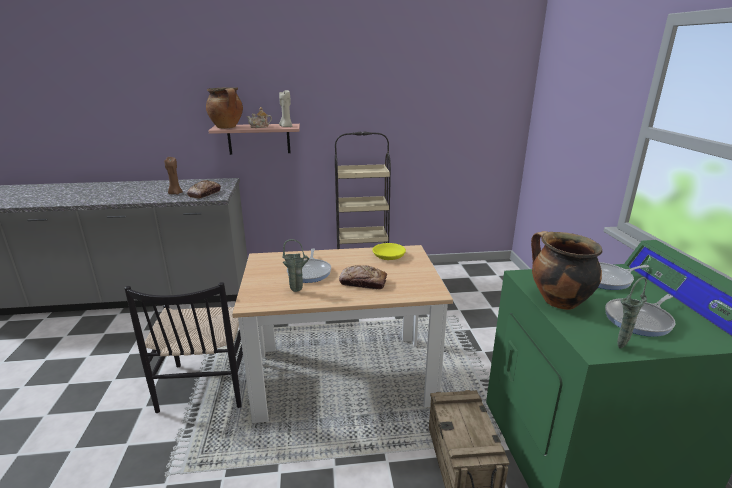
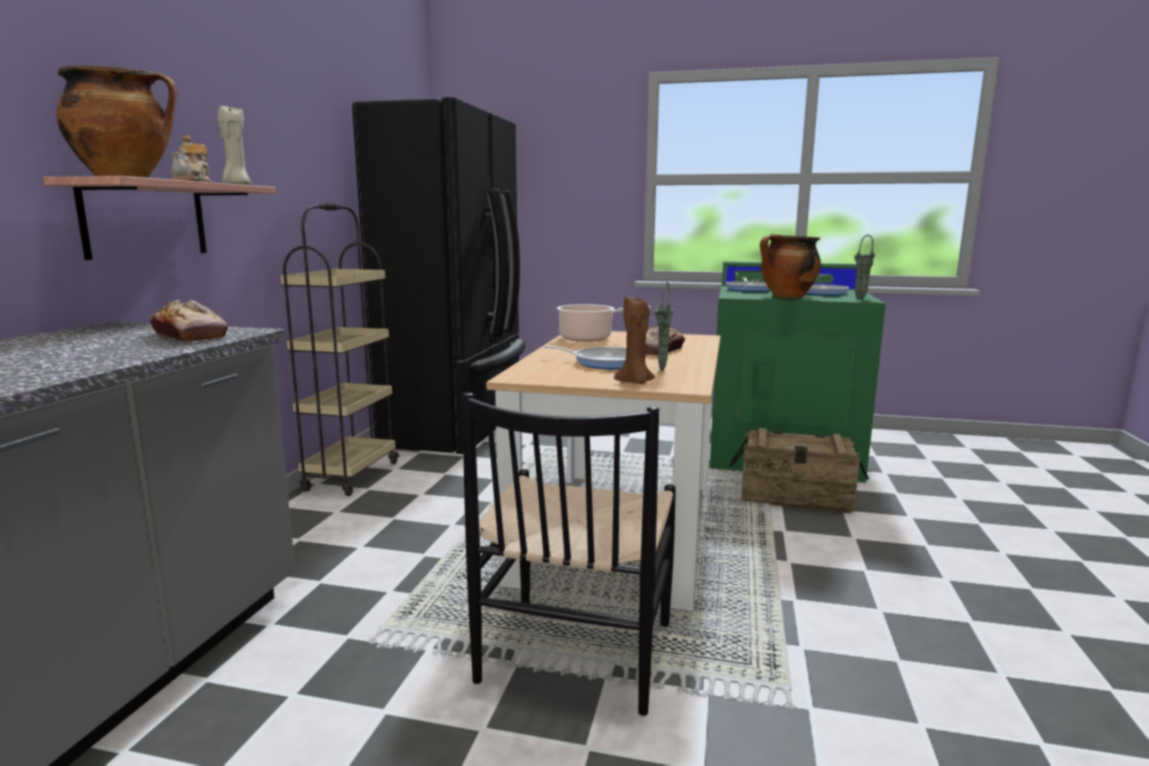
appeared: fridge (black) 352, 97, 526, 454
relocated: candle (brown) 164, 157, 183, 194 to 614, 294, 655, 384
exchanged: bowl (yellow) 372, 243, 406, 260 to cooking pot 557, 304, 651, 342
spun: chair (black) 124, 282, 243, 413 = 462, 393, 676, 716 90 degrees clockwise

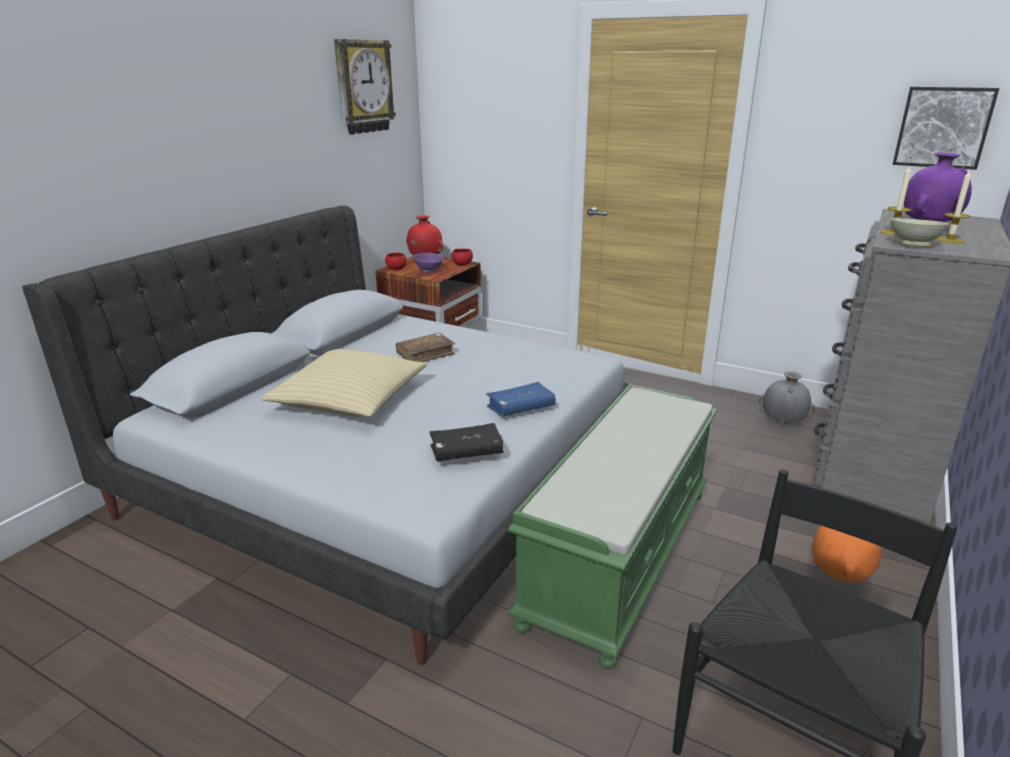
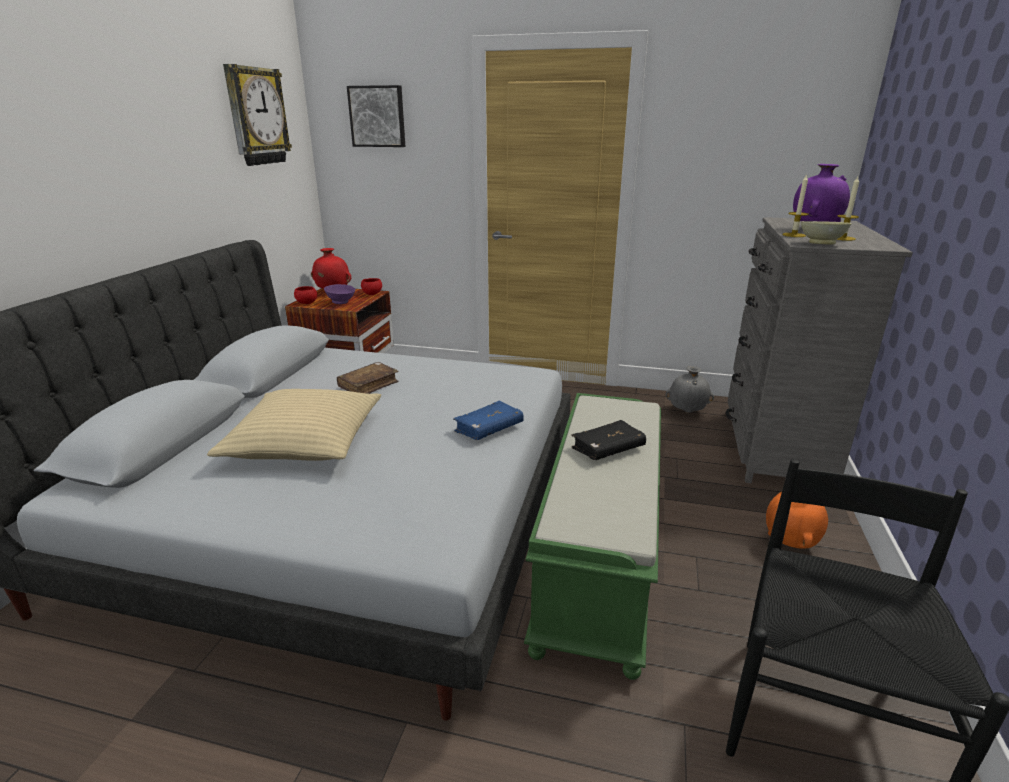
relocated: picture 892, 87, 999, 170 to 347, 85, 405, 147; book (black) 429, 423, 504, 461 to 571, 420, 646, 460

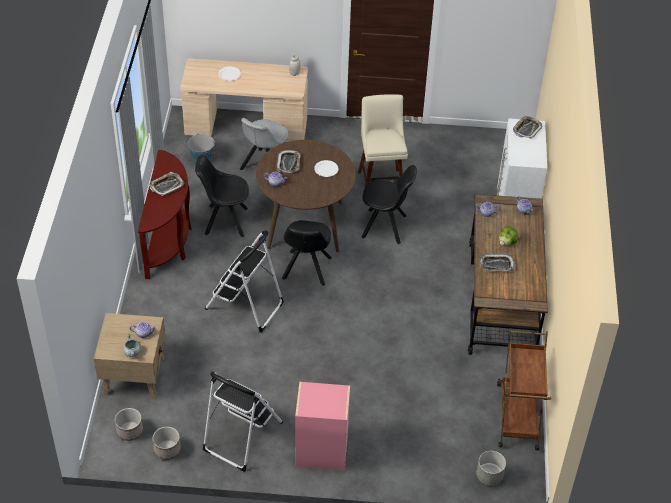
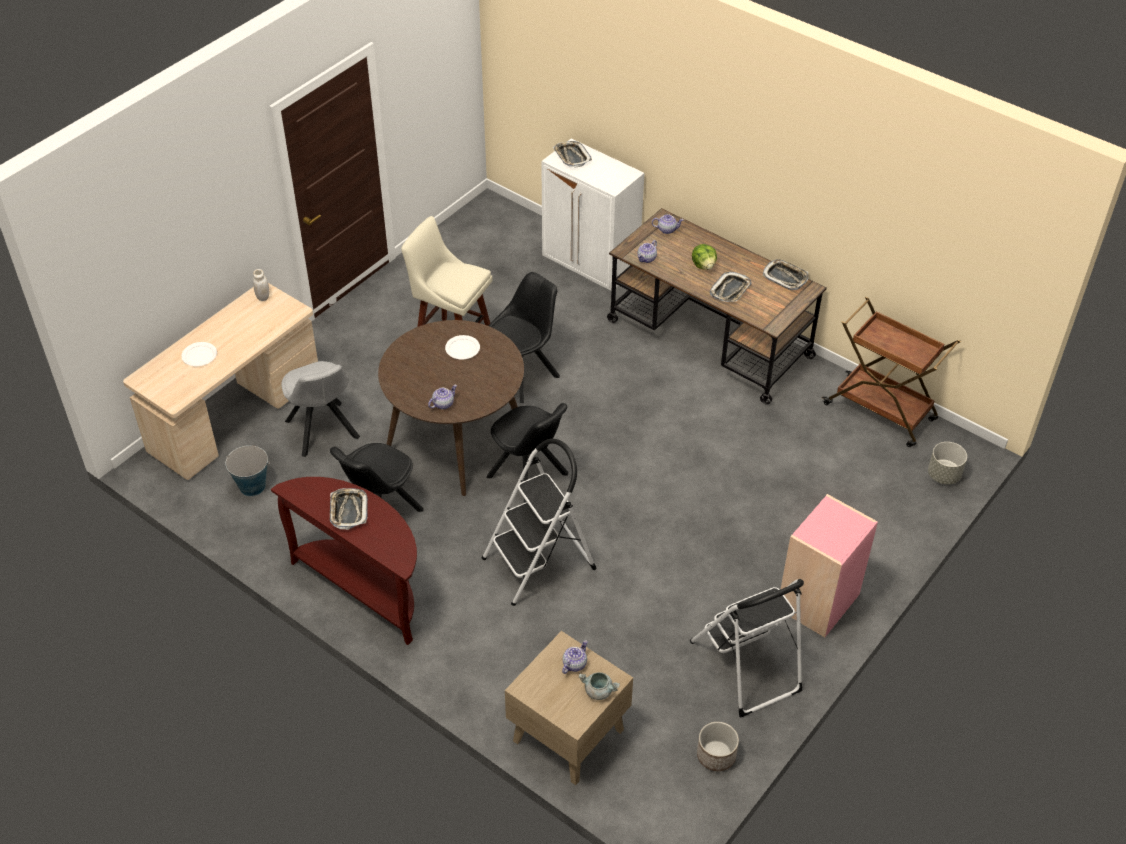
missing: planter 115, 408, 143, 441
relocated: tray 276, 150, 301, 173 to 763, 260, 808, 290

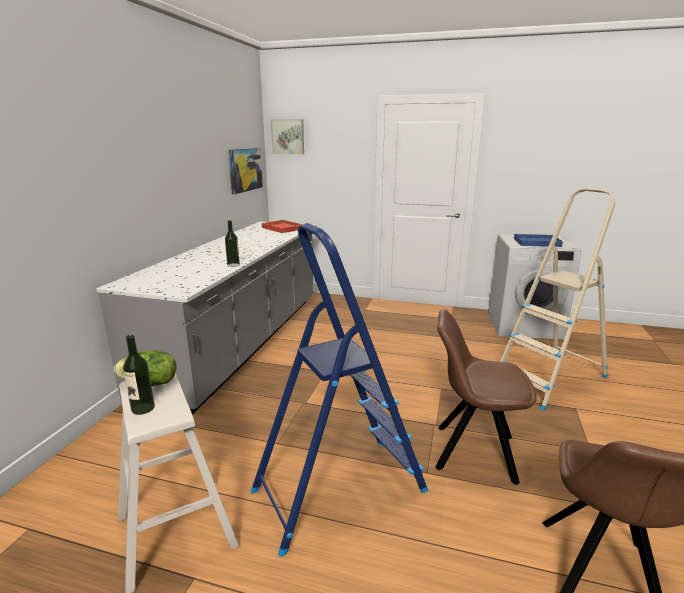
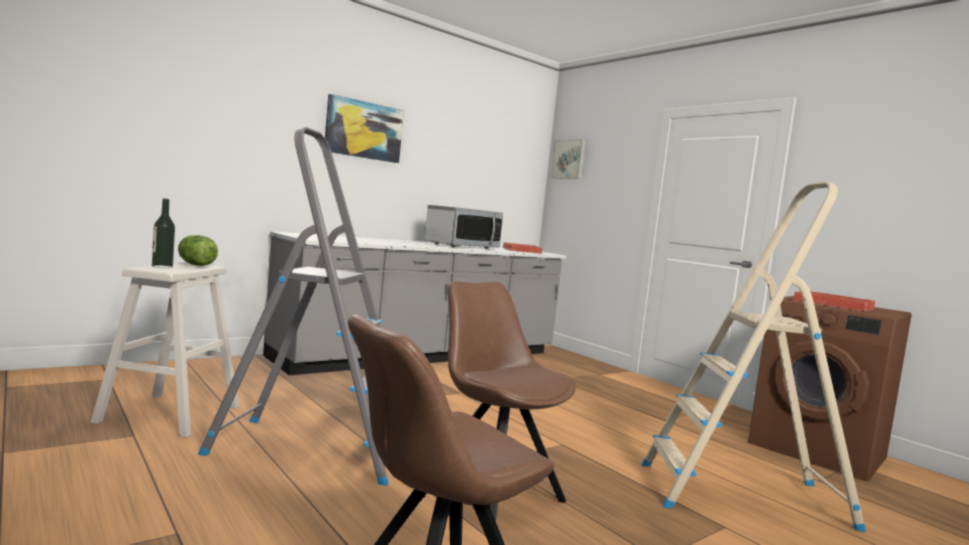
missing: bottle 225, 220, 240, 267
appeared: microwave 425, 205, 503, 249
relocated: picture 228, 148, 263, 195 to 325, 94, 404, 163
colour: step ladder (blue) 251, 223, 428, 557 to step ladder (grey) 198, 127, 389, 486; washing machine (white) 488, 234, 581, 340 to washing machine (brown) 748, 296, 912, 482; tray (blue) 514, 234, 563, 247 to tray (red) 793, 291, 875, 312

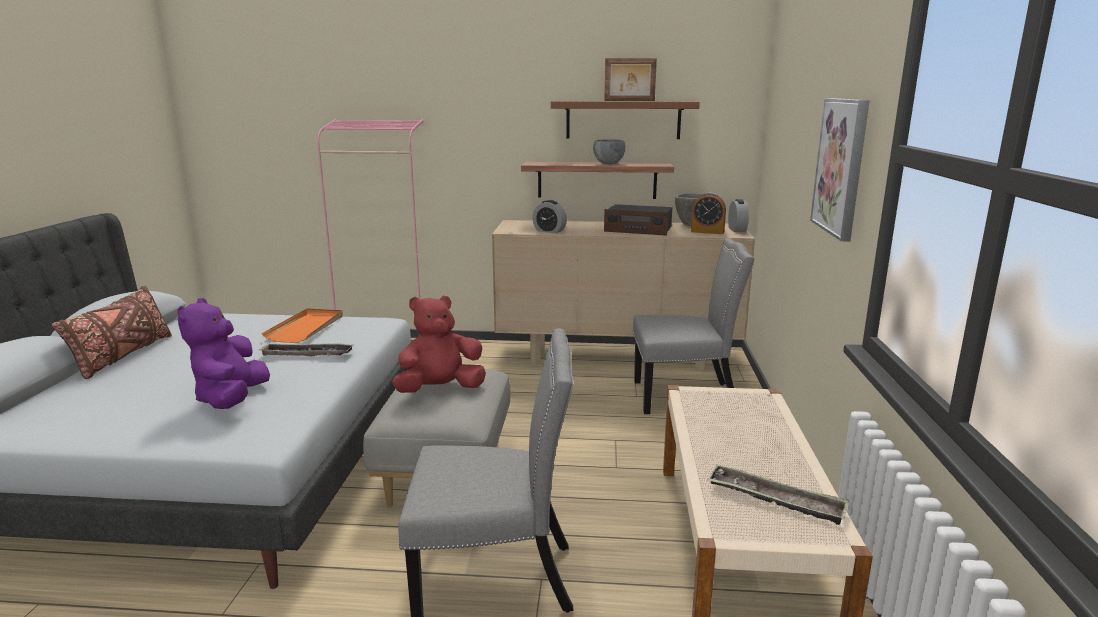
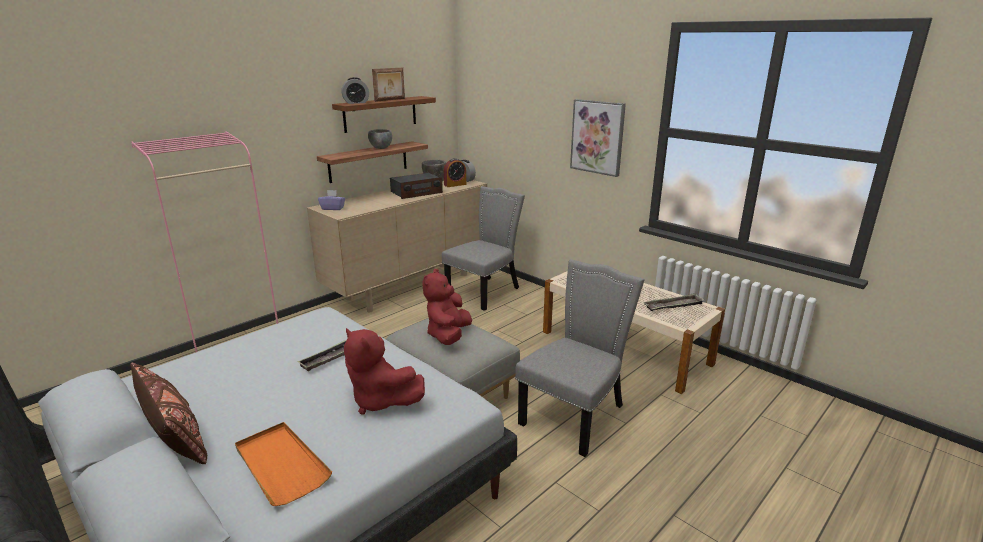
appeared: tissue box (purple) 318, 190, 345, 210
relocated: alarm clock 532, 200, 567, 233 to 341, 77, 369, 104; tray (orange) 262, 308, 343, 343 to 235, 422, 332, 506
colour: plush toy (purple) 177, 298, 270, 409 to plush toy (red) 344, 328, 425, 415

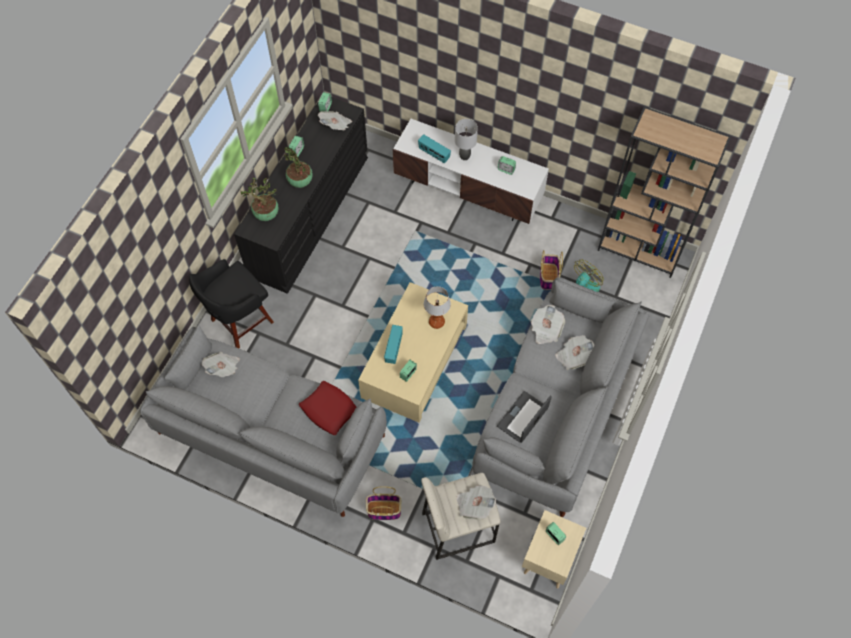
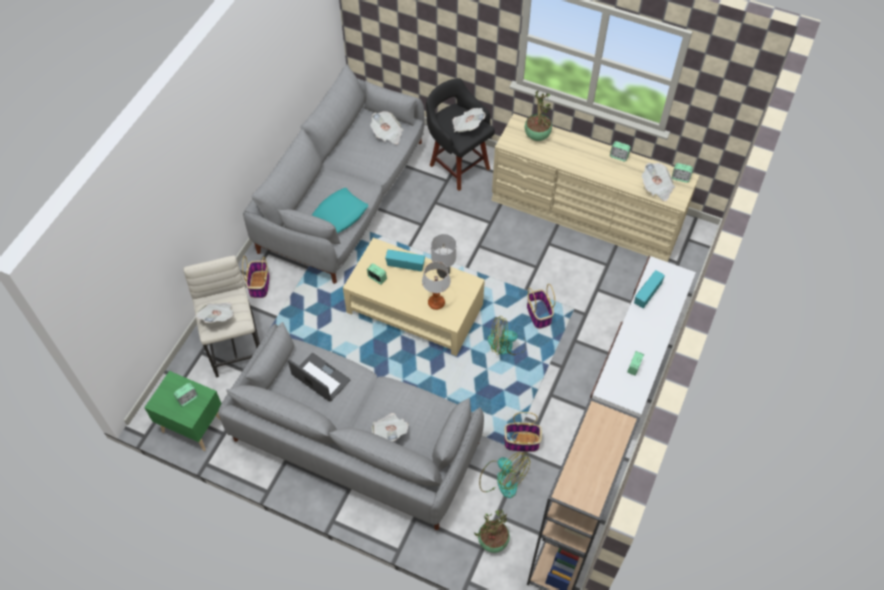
appeared: basket 527, 284, 555, 329; fan 488, 316, 526, 355
relocated: table lamp (grey) 455, 119, 478, 160 to 431, 234, 456, 278; potted plant 284, 147, 313, 188 to 474, 509, 510, 553; newspaper 531, 305, 565, 344 to 453, 108, 485, 132
colour: dresser (black) 234, 97, 368, 294 to dresser (beige) 491, 113, 700, 262; pillow (red) 299, 381, 356, 435 to pillow (turquoise) 312, 188, 369, 233; nightstand (beige) 522, 510, 586, 589 to nightstand (green) 144, 371, 222, 451

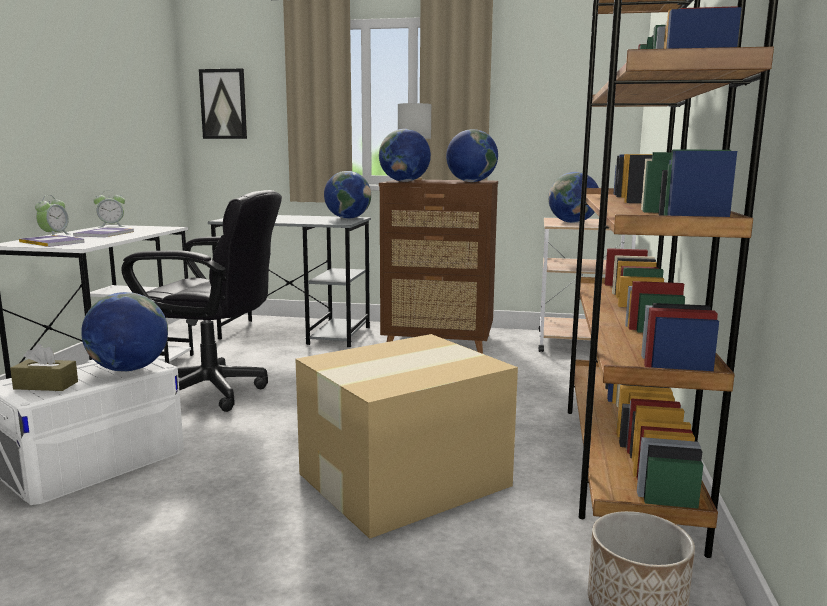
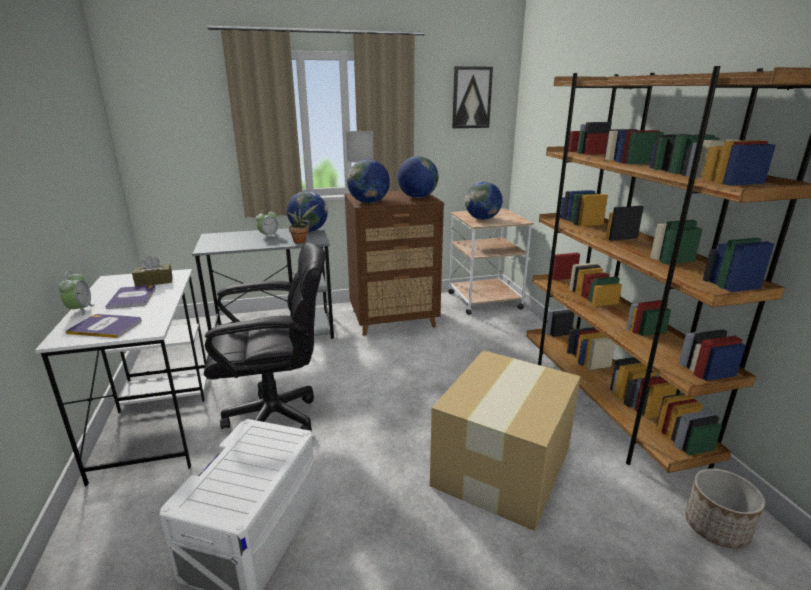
missing: globe 81, 292, 168, 372
appeared: potted plant 287, 204, 318, 243
relocated: picture 199, 69, 247, 139 to 452, 66, 493, 128; alarm clock 93, 190, 125, 227 to 256, 210, 280, 239; tissue box (brown) 10, 344, 78, 391 to 132, 256, 173, 286

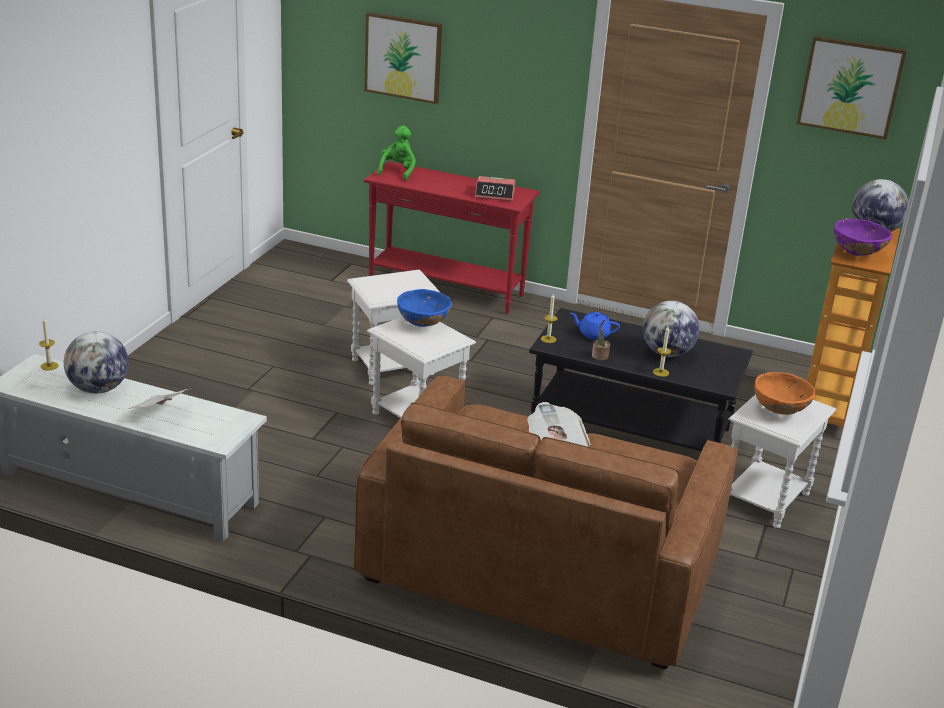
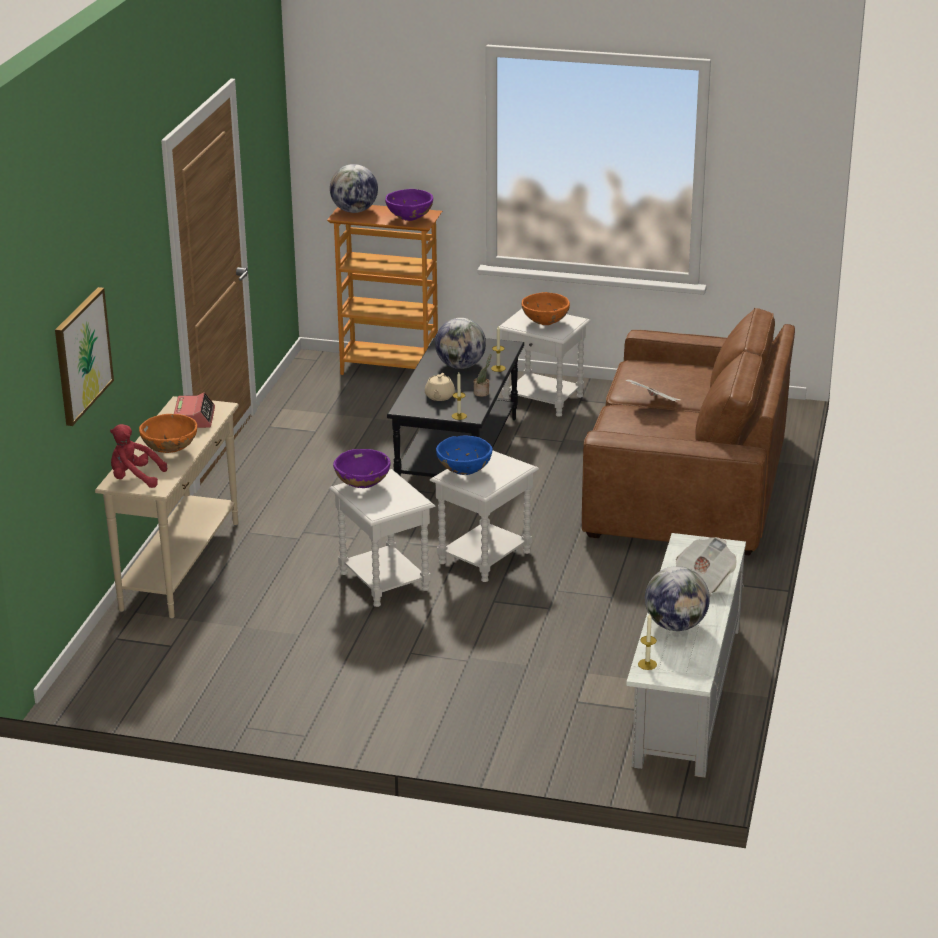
missing: picture 797, 36, 907, 139
appeared: bowl (orange) 139, 414, 197, 453; bowl (purple) 333, 449, 391, 488
colour: plush toy (green) 377, 125, 416, 181 to plush toy (red) 110, 424, 167, 488; console table (red) 364, 161, 540, 314 to console table (beige) 95, 396, 239, 619; teapot (blue) 570, 312, 620, 340 to teapot (beige) 425, 373, 455, 401

